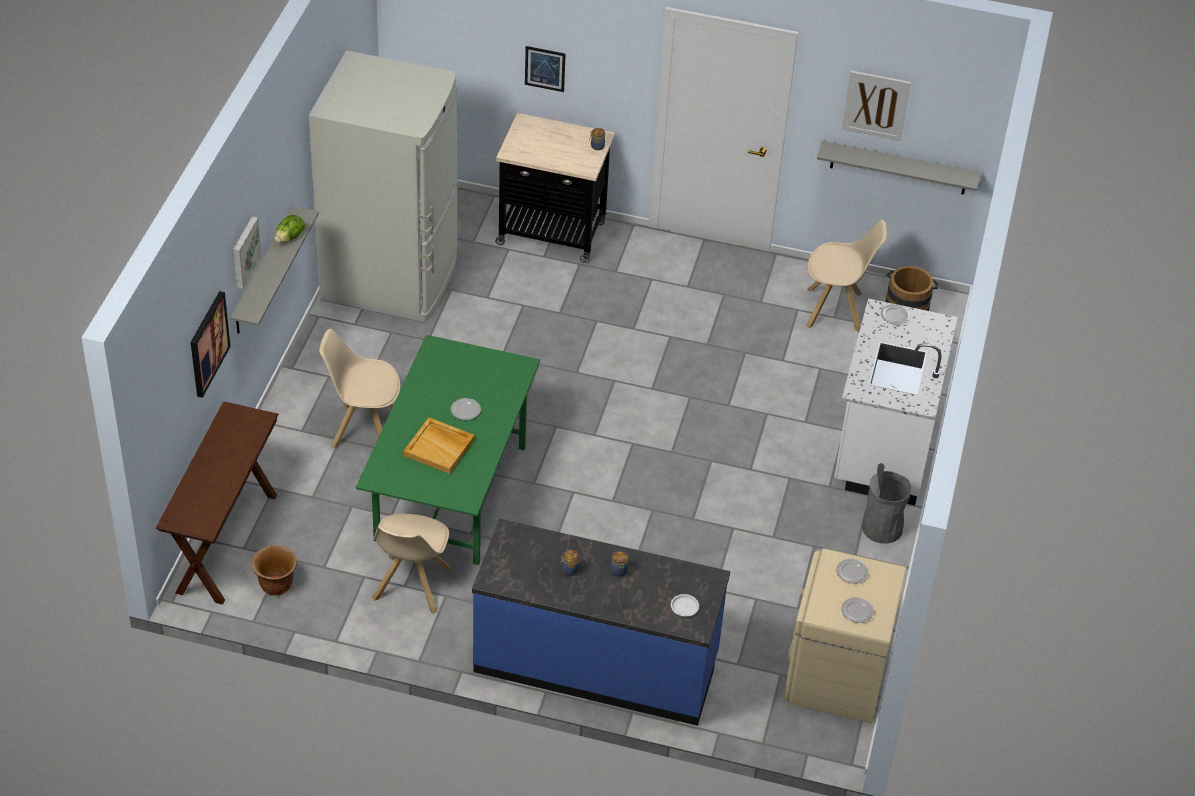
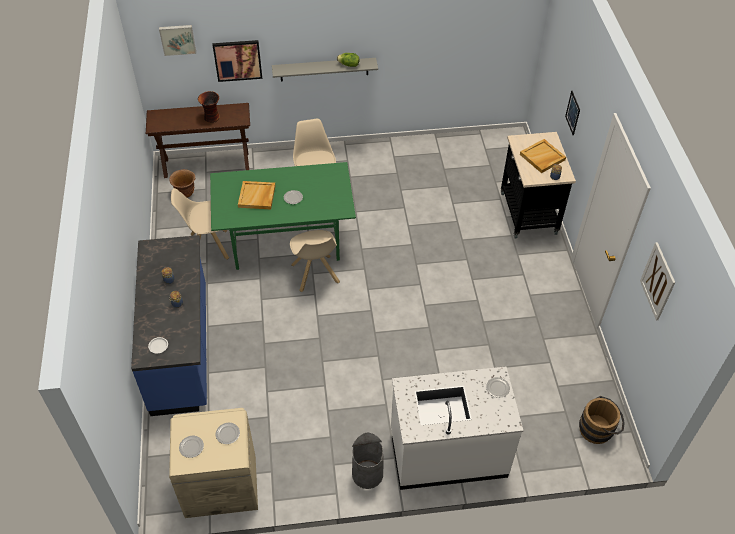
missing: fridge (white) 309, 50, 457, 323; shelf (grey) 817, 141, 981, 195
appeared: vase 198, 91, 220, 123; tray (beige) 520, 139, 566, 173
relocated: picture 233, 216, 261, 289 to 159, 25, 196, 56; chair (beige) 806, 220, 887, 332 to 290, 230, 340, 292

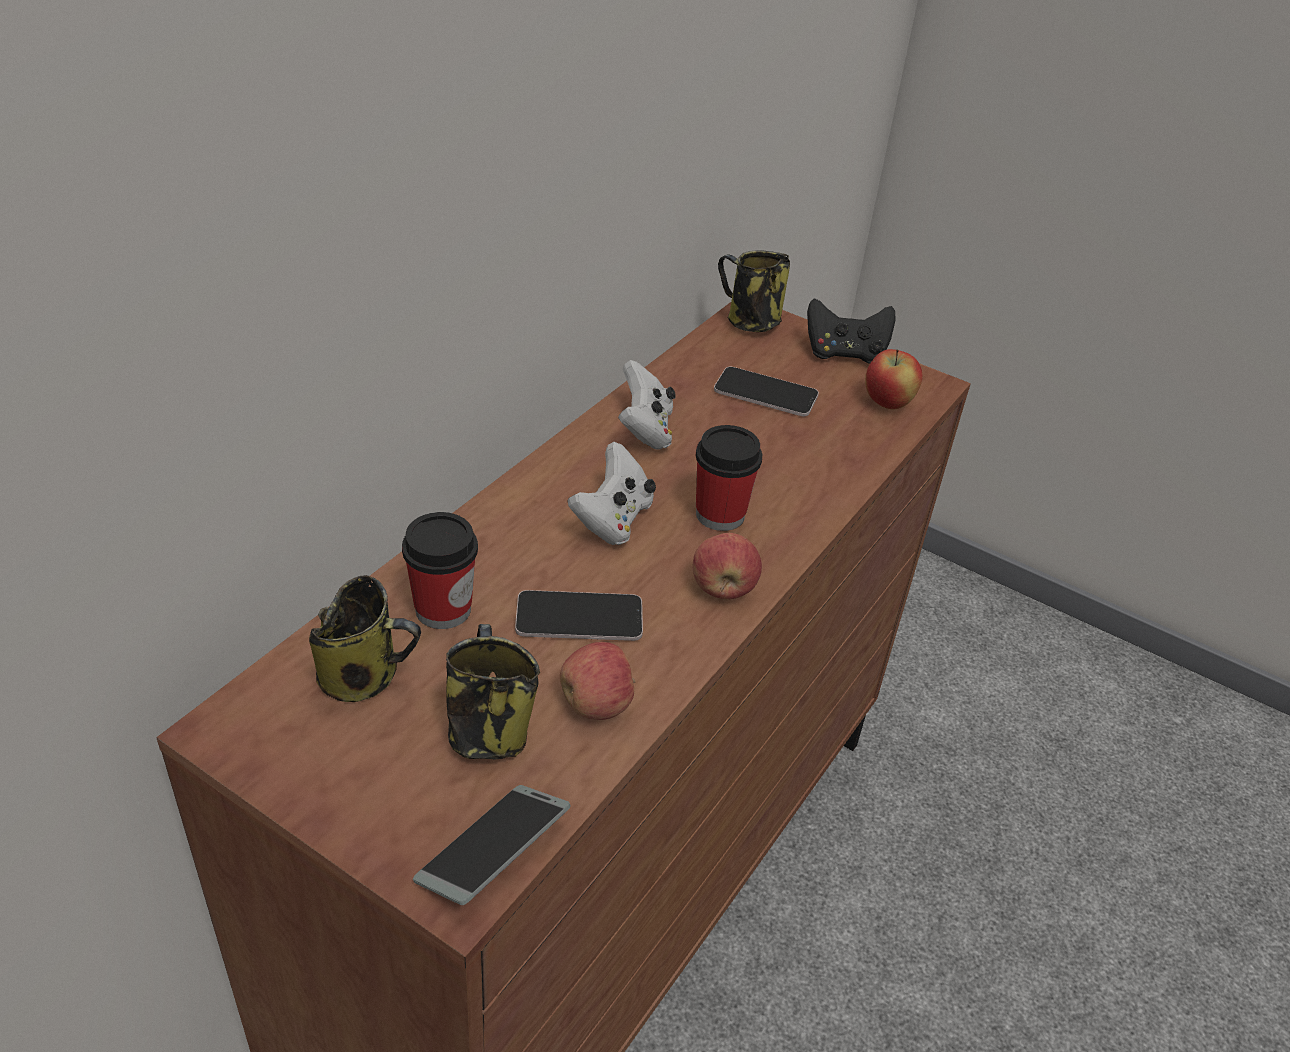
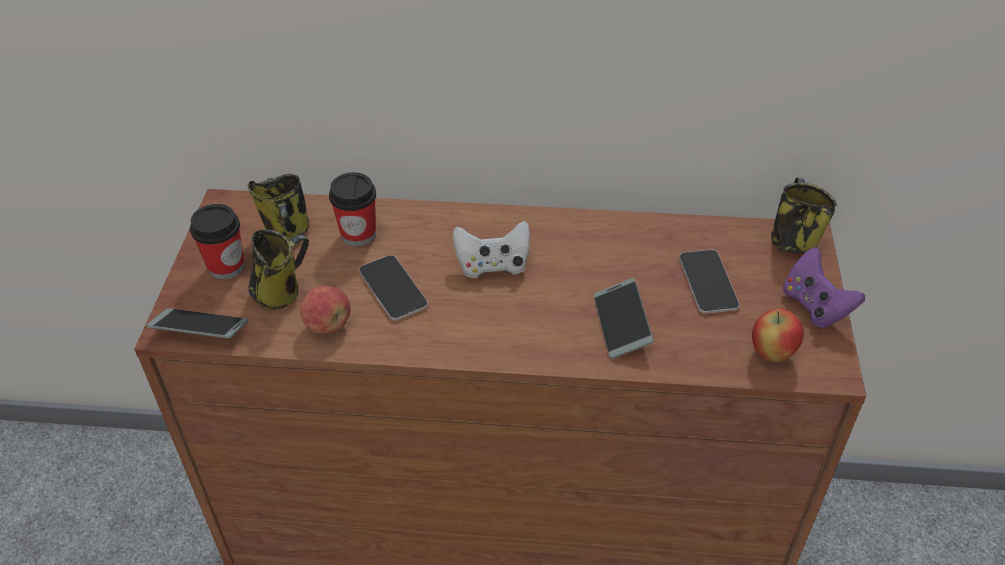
missing: game controller (white) 618, 360, 675, 450; apple 693, 533, 762, 600
appeared: phone 594, 278, 653, 359
relocated: cup 696, 425, 762, 531 to 190, 204, 245, 280
colour: game controller (black) 807, 298, 896, 364 to game controller (purple) 783, 247, 865, 328

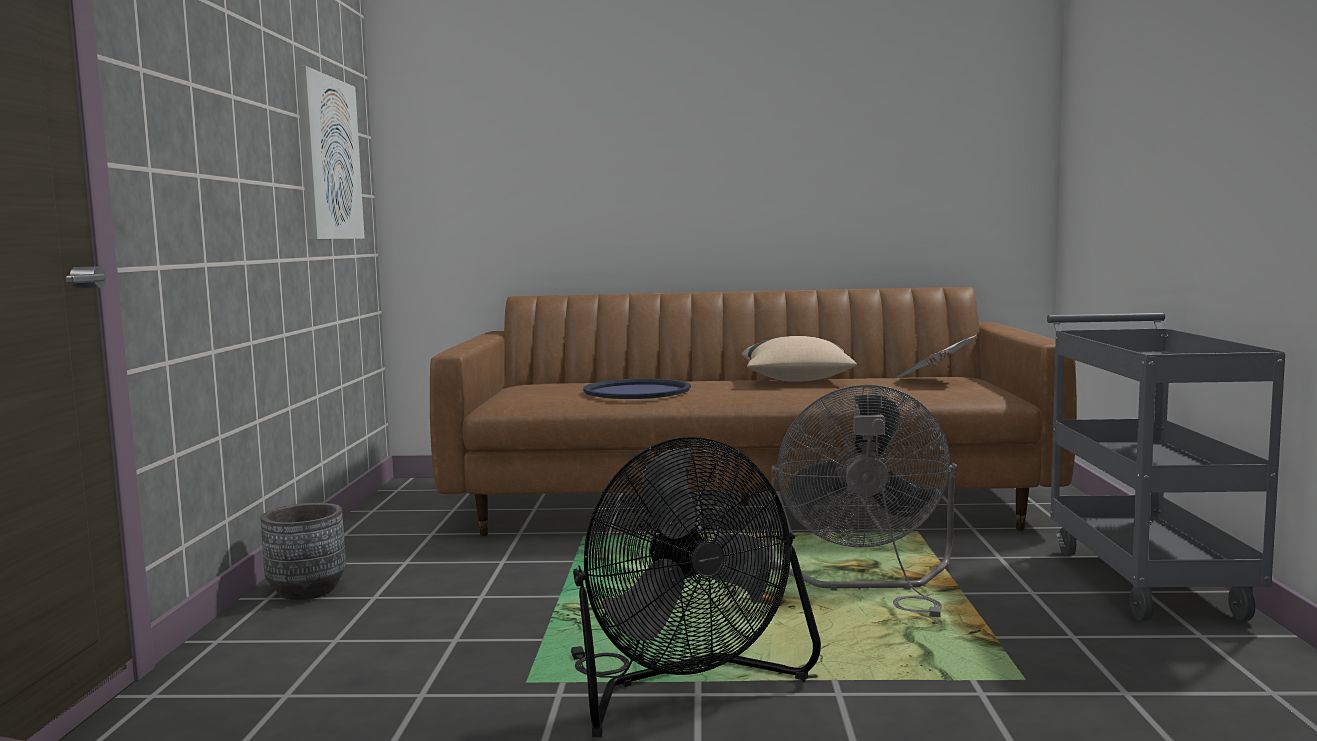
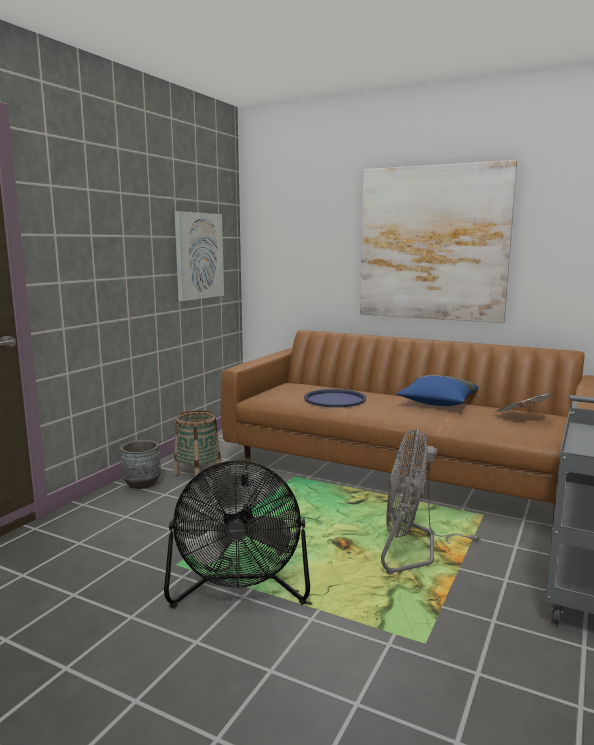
appeared: picture 360, 160, 517, 323; basket 174, 410, 222, 483
colour: pillow (beige) 742, 336, 857, 382 to pillow (blue) 397, 375, 478, 406
spun: fan (grey) 765, 385, 957, 617 = 381, 428, 479, 575 105 degrees counterclockwise

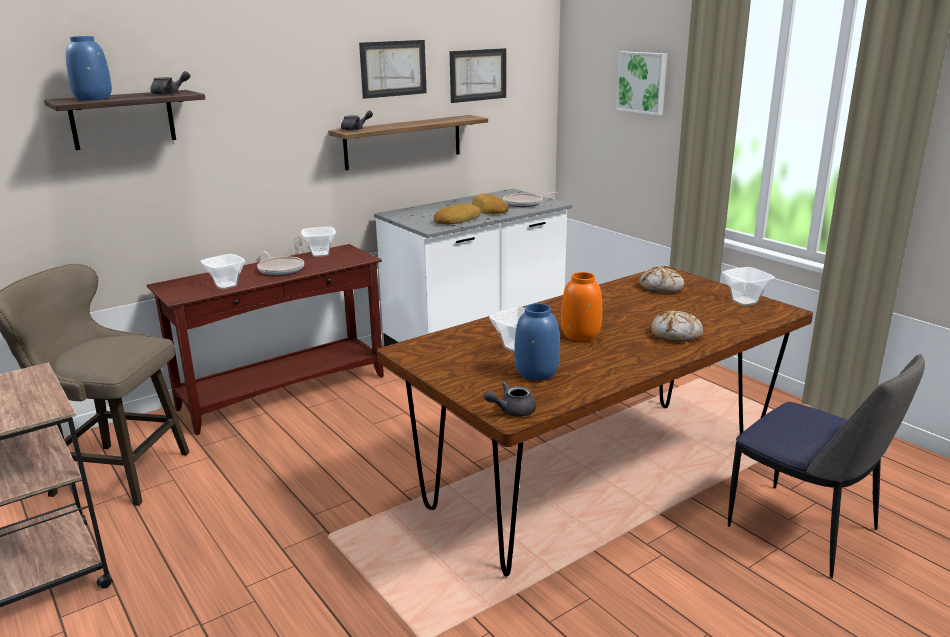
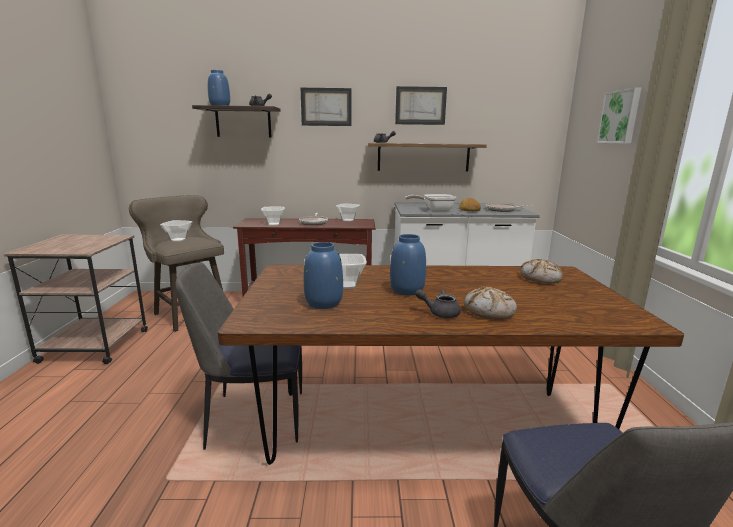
appeared: chair 175, 262, 302, 450
relocated: picture 450, 48, 506, 103 to 301, 88, 351, 126; bowl 722, 267, 775, 306 to 160, 220, 192, 242; teapot (grey) 484, 382, 536, 417 to 415, 289, 460, 318
exchanged: bread 433, 204, 481, 225 to frying pan 405, 194, 457, 212
colour: vase (orange) 561, 272, 602, 341 to vase (blue) 390, 234, 426, 296

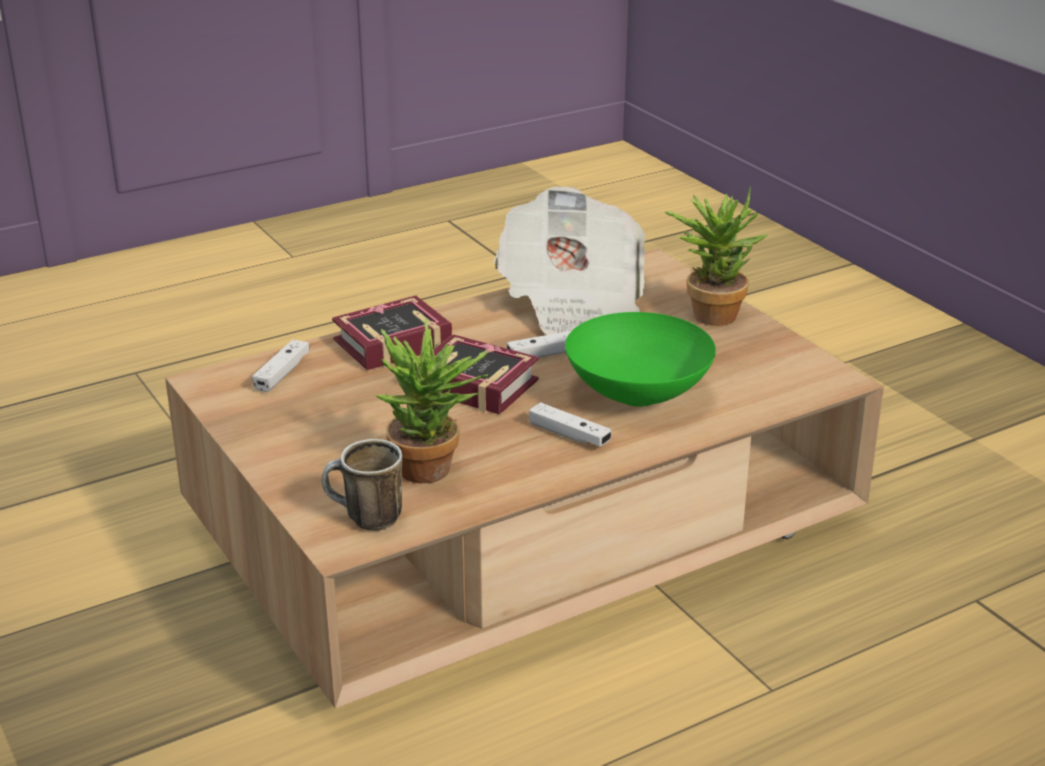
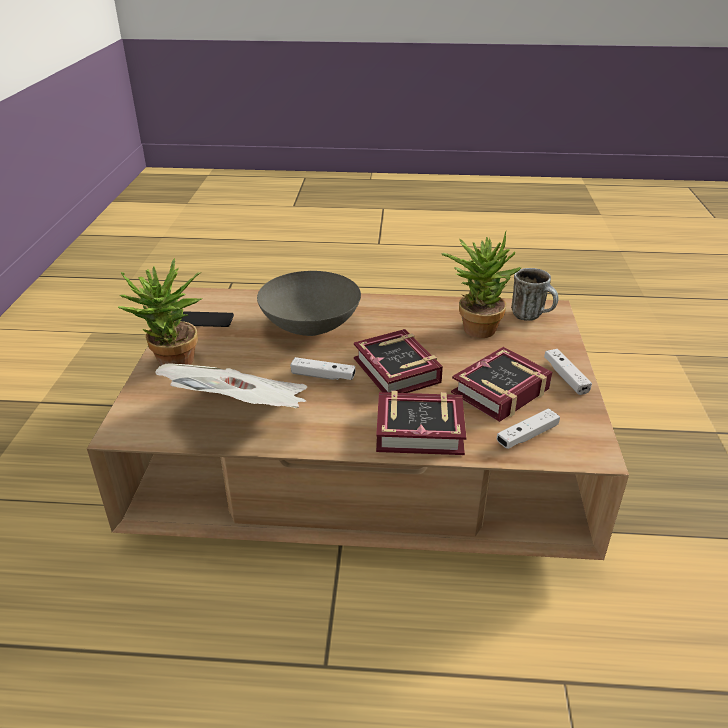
appeared: phone 175, 311, 234, 327; book 451, 347, 552, 422
relocated: game controller (white) 529, 402, 611, 447 to 544, 349, 592, 395
colour: bowl (green) 565, 312, 716, 407 to bowl (grey) 257, 271, 361, 336

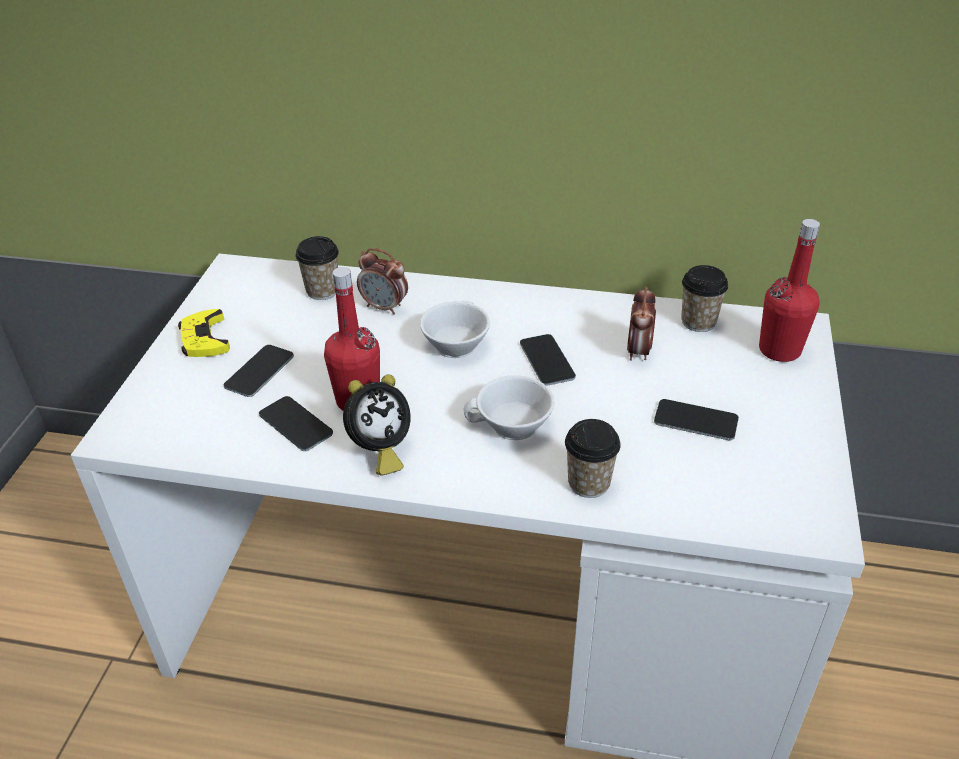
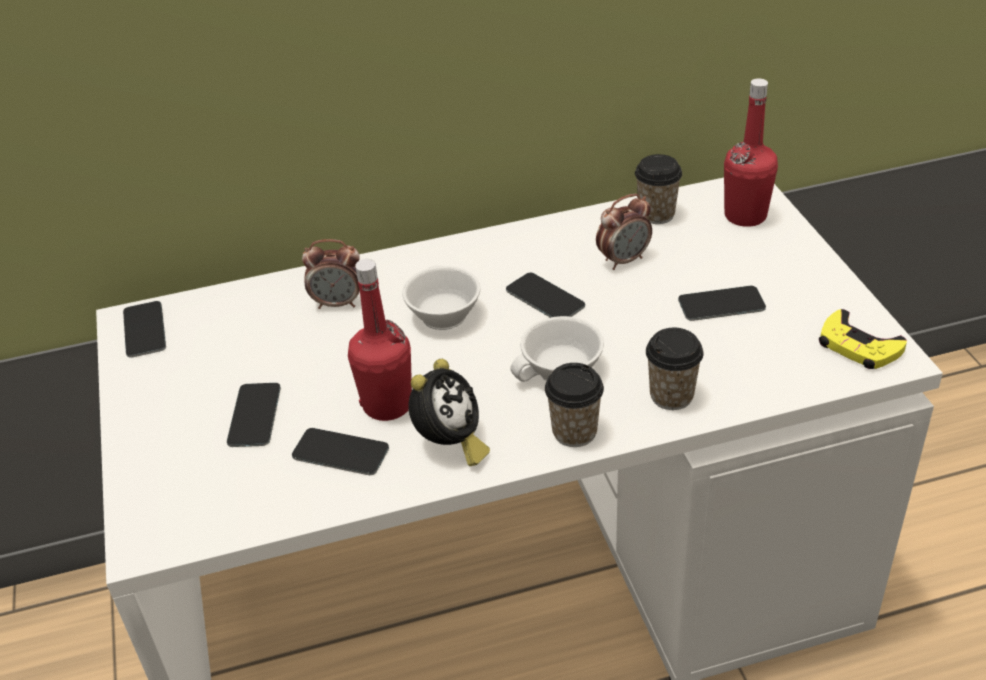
appeared: phone 123, 301, 166, 358
relocated: cup 295, 236, 339, 300 to 545, 363, 604, 447; game controller (yellow) 178, 309, 230, 357 to 819, 309, 907, 369
spun: alarm clock 627, 286, 656, 361 = 596, 194, 652, 270 105 degrees counterclockwise

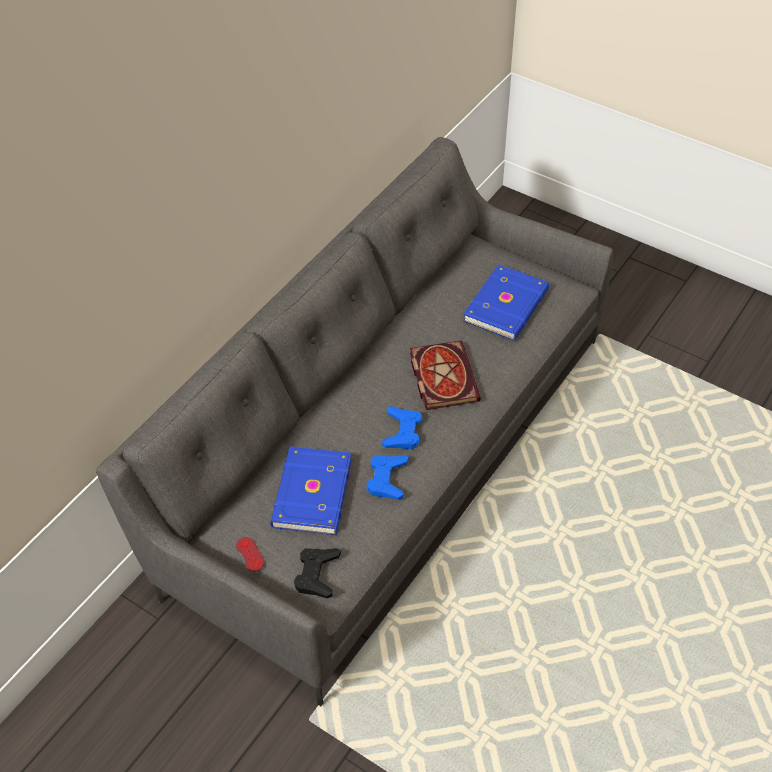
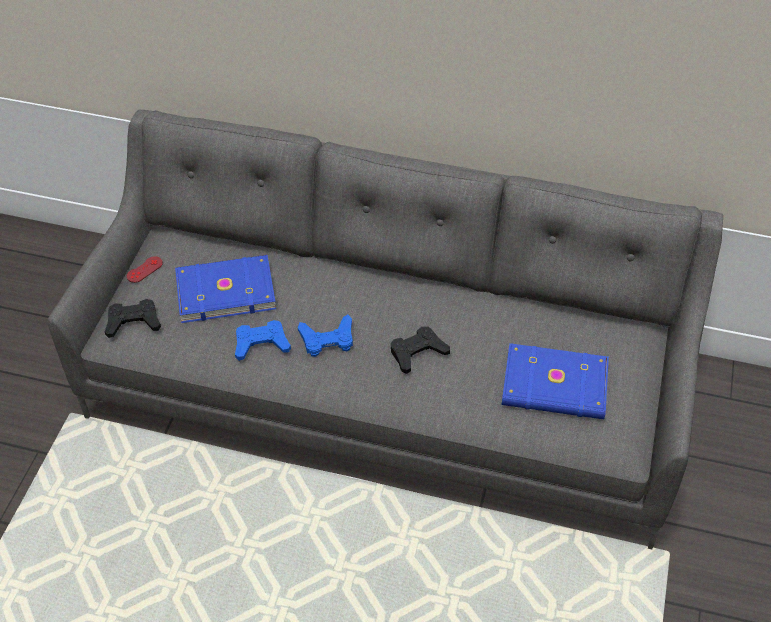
exchanged: book 410, 341, 481, 410 to game controller (black) 391, 327, 450, 374

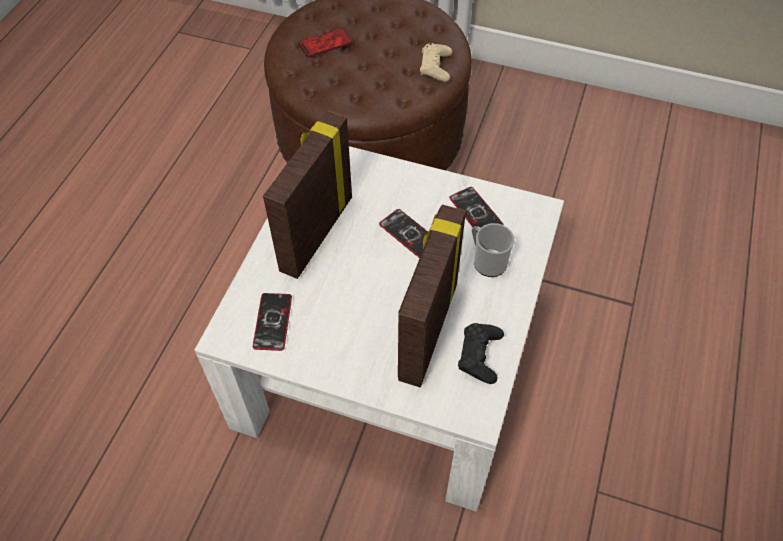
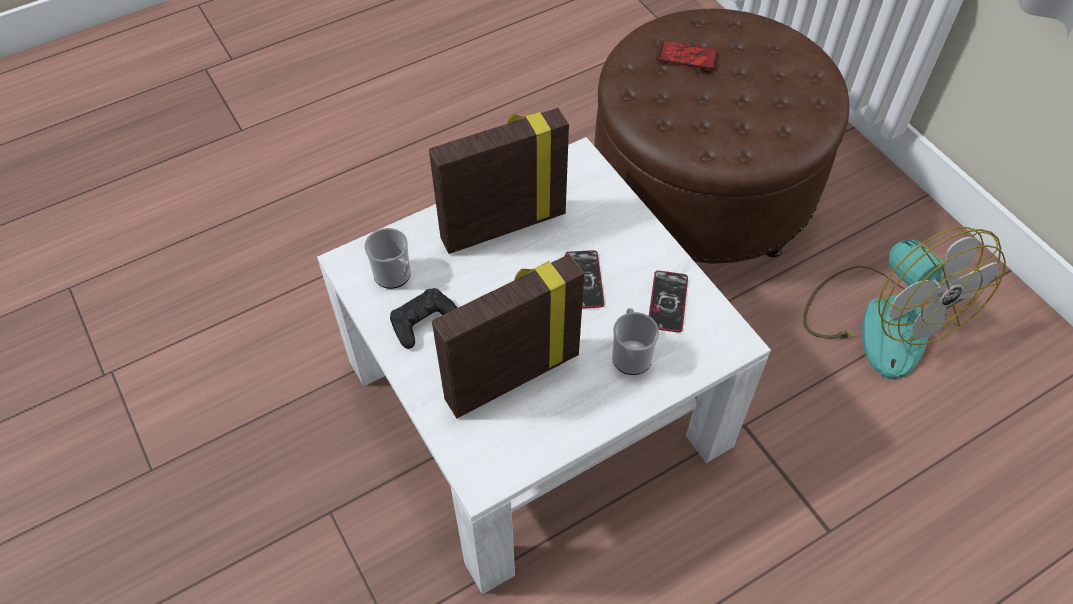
missing: game controller (beige) 420, 43, 452, 82
appeared: fan 803, 227, 1006, 379
relocated: game controller (black) 458, 323, 504, 384 to 390, 288, 457, 349
exchanged: phone 253, 293, 292, 351 to mug 365, 228, 411, 289

